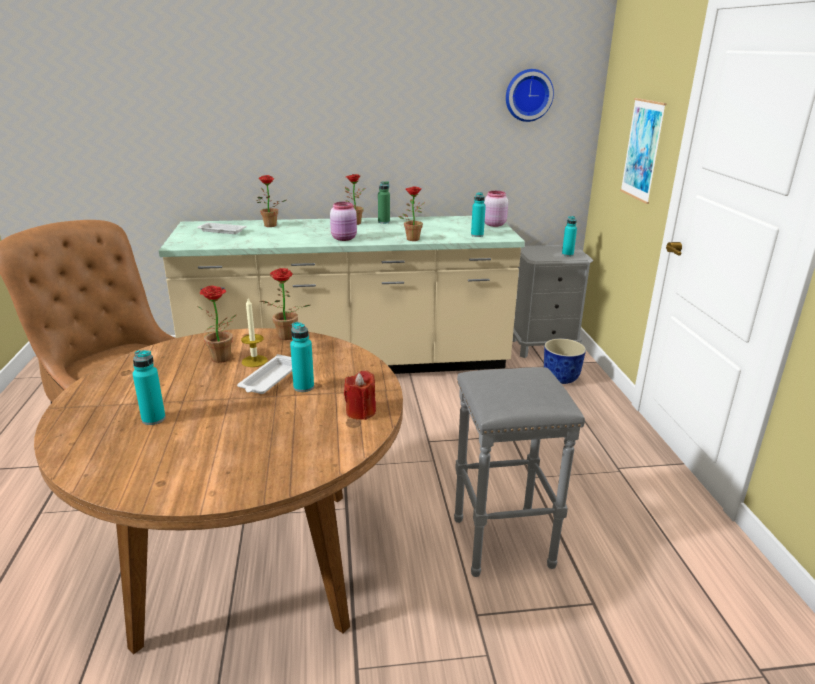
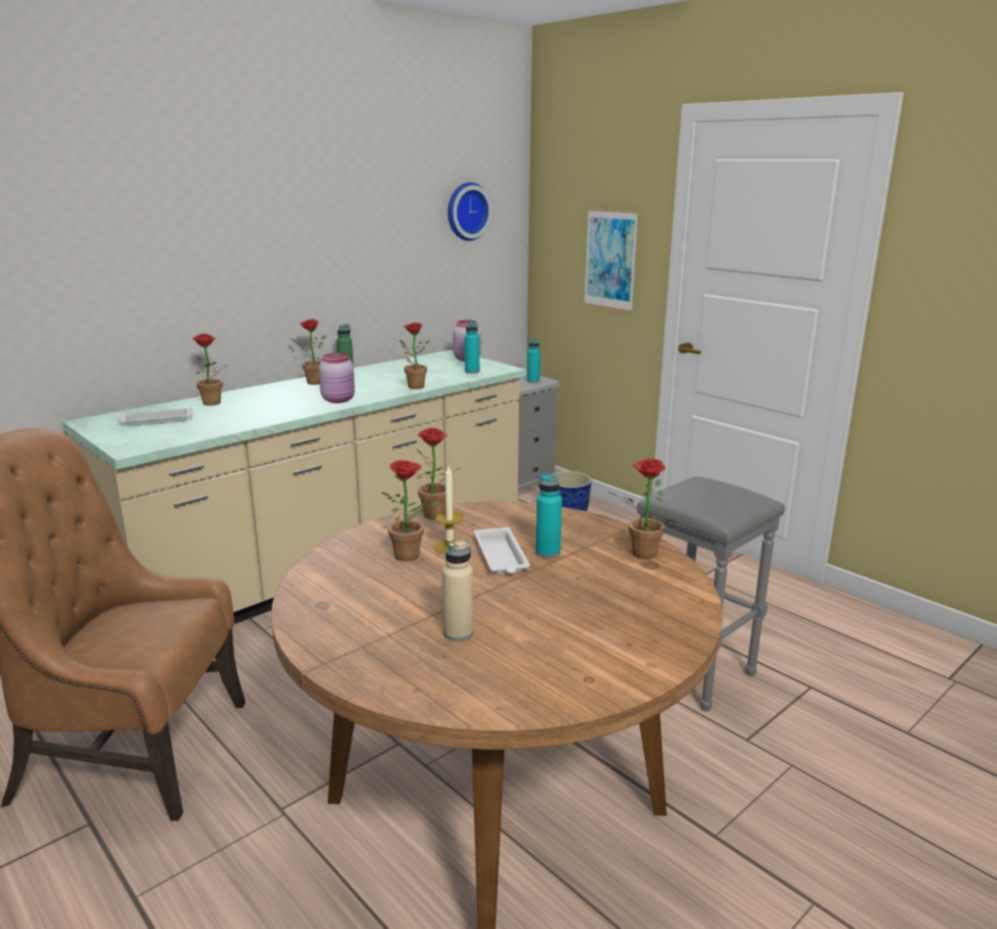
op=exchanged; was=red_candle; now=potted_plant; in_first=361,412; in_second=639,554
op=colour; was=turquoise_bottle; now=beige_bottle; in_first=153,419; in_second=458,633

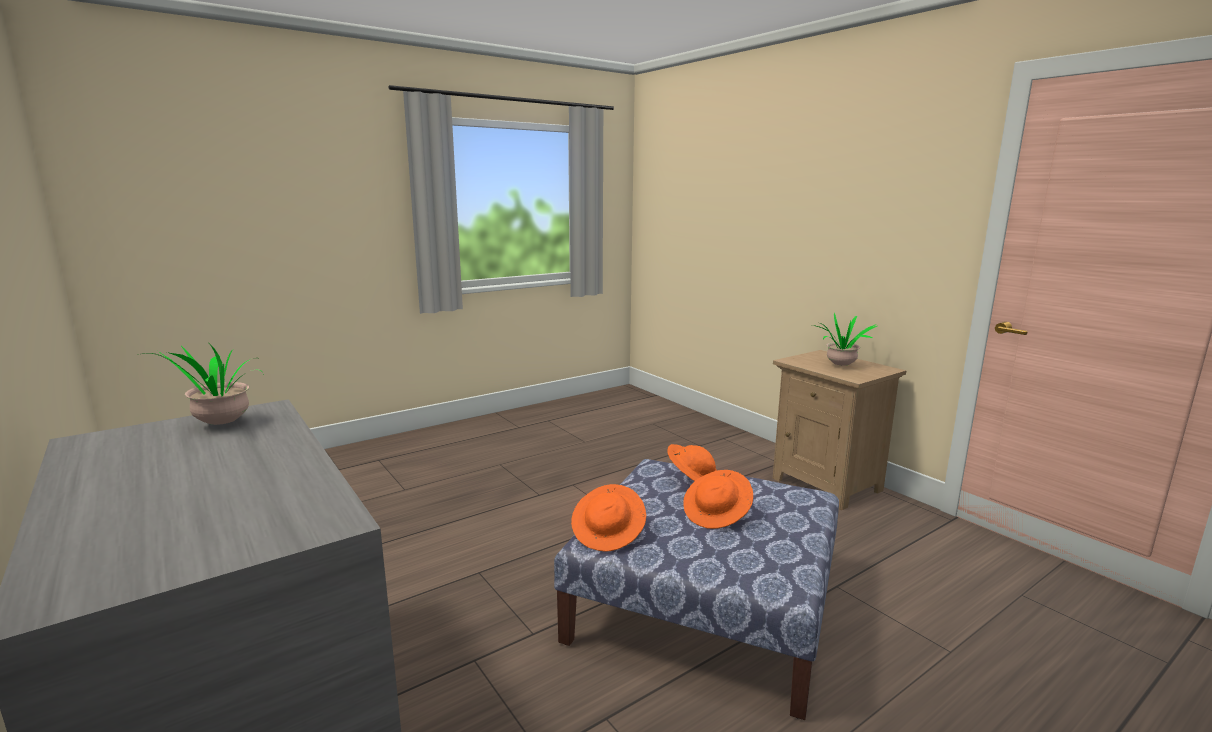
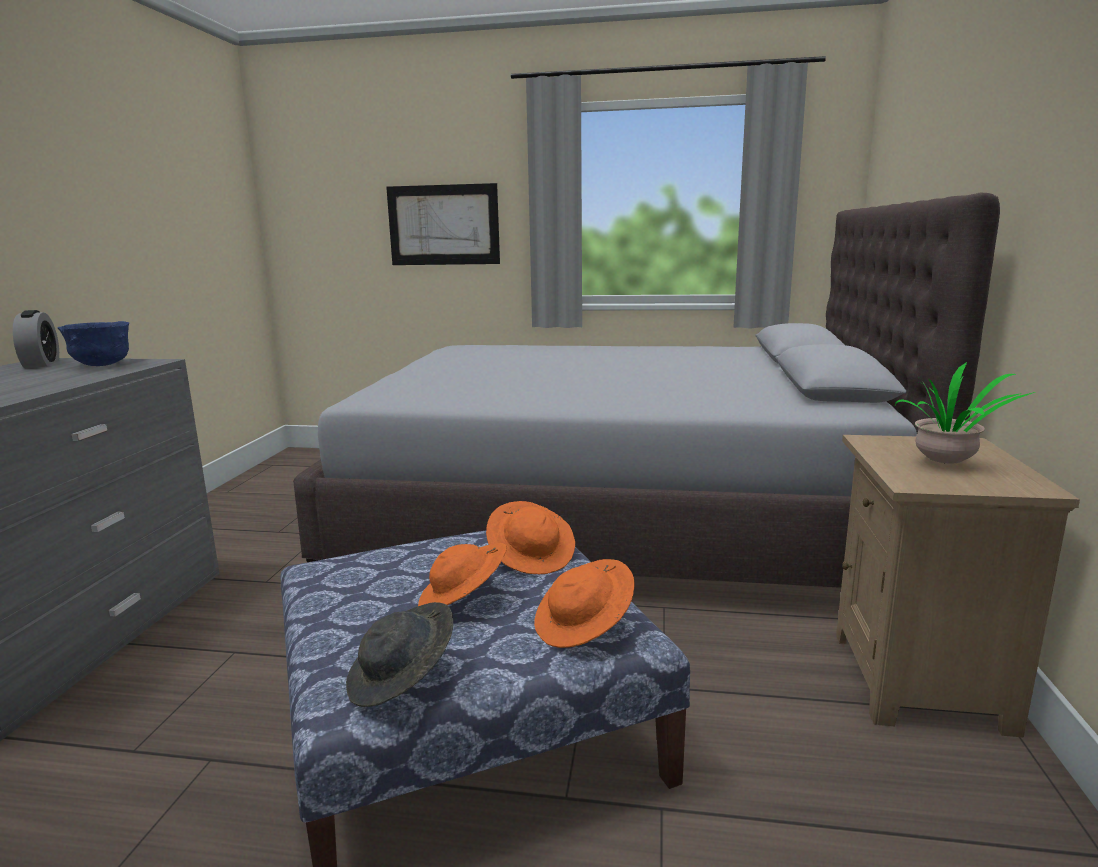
op=appeared; now=alarm_clock; in_second=41,364
op=appeared; now=grey_bed; in_second=617,518
op=appeared; now=grey_hat; in_second=402,679
op=appeared; now=picture; in_second=443,225
op=relocated; was=orange_hat; in_first=609,533; in_second=584,626
op=exchanged; was=potted_plant; now=blue_bowl; in_first=218,425; in_second=101,365

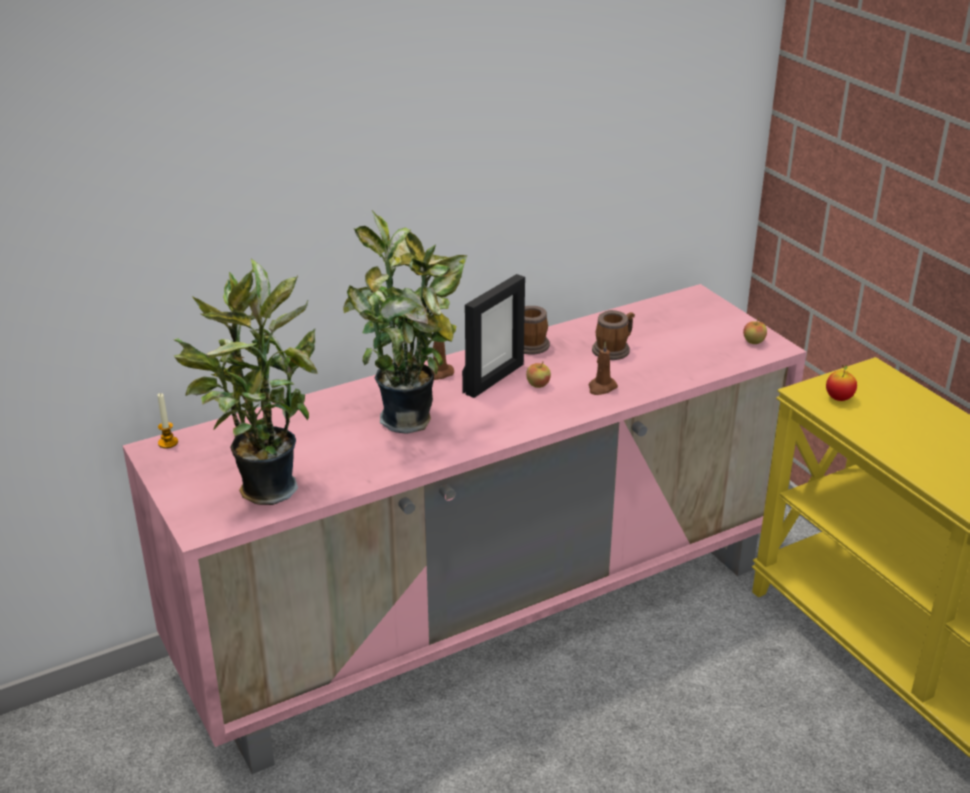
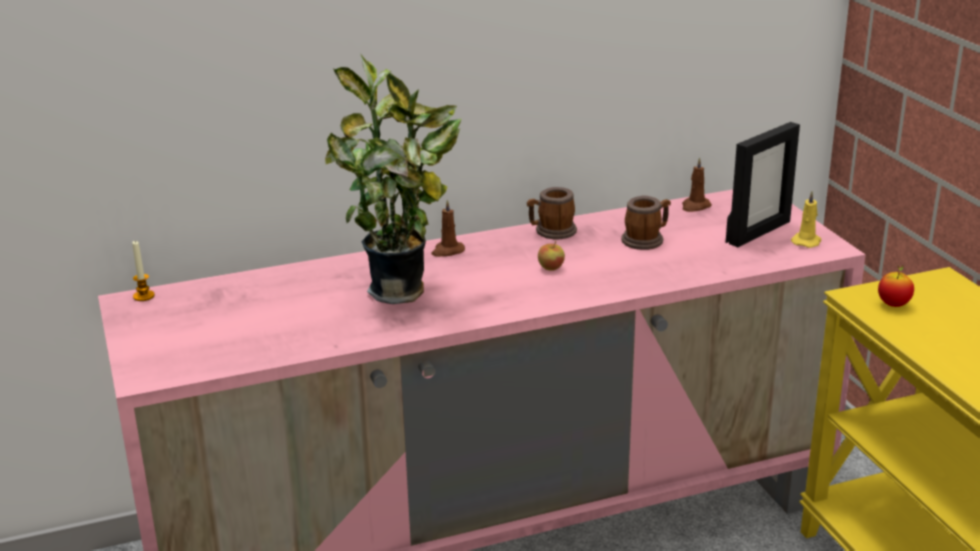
op=missing; was=potted_plant; in_first=262,488
op=relocated; was=picture_frame; in_first=493,378; in_second=758,232
op=relocated; was=brown_candle; in_first=601,388; in_second=695,206
op=exchanged; was=apple; now=yellow_candle; in_first=753,342; in_second=806,241

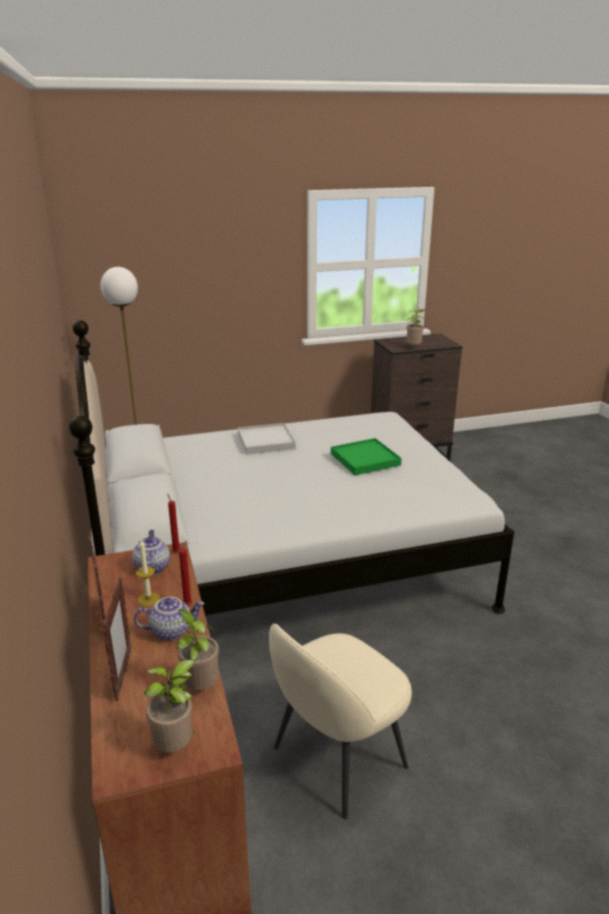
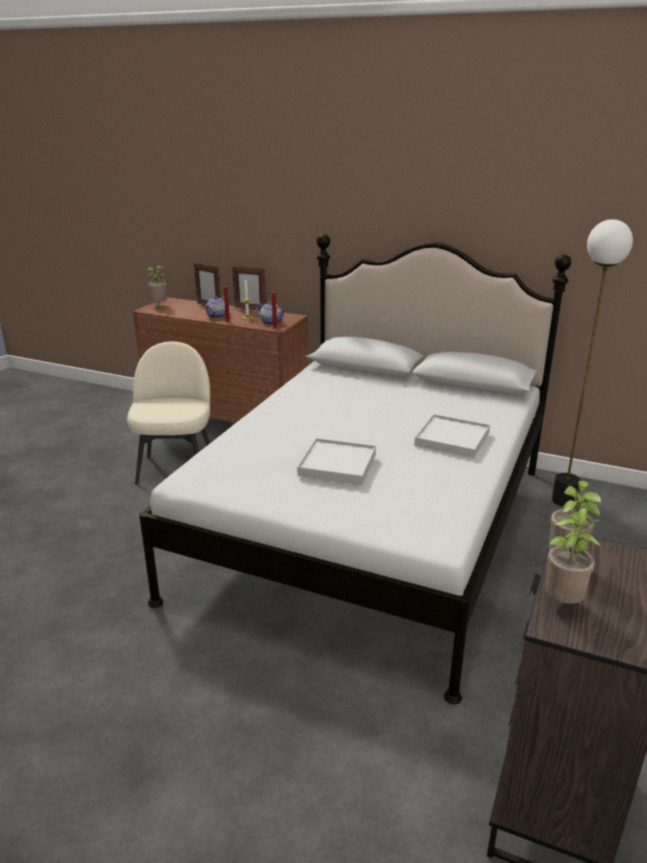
op=relocated; was=potted_plant; in_first=198,689; in_second=563,603
op=colour; was=green_tray; now=white_tray; in_first=365,459; in_second=337,464

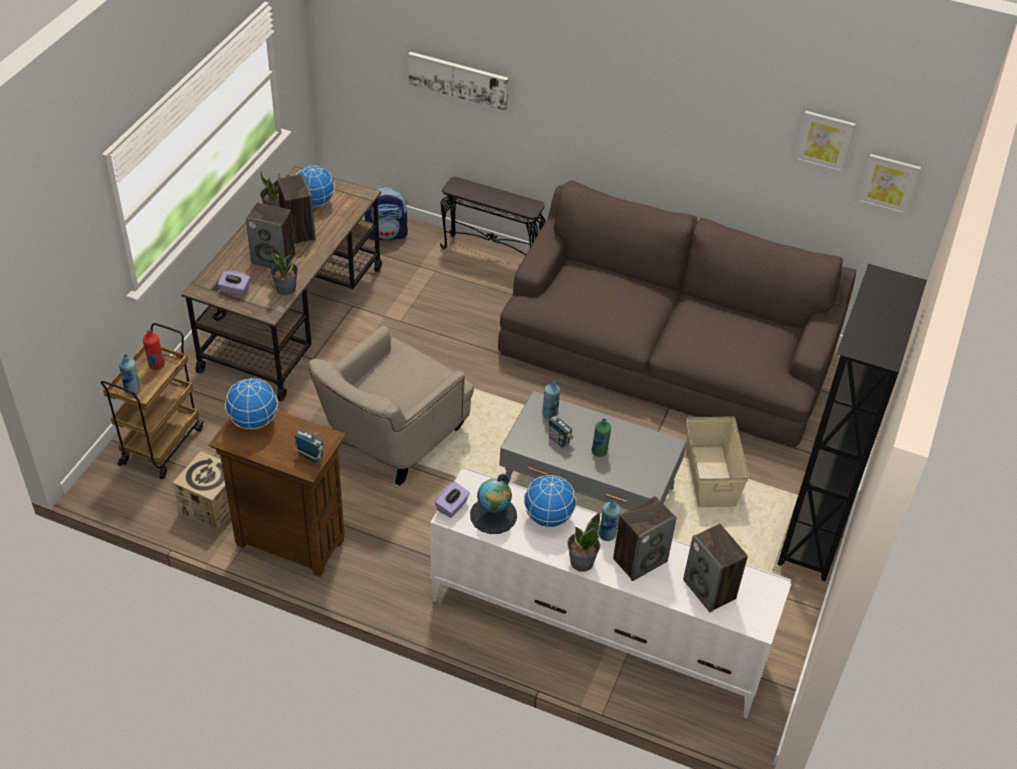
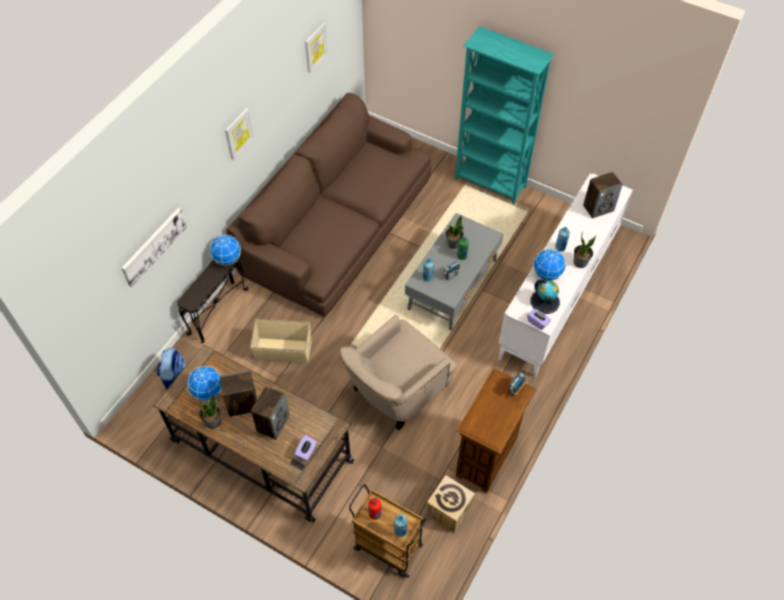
op=missing; was=speaker; in_first=640,560
op=relocated; was=globe; in_first=253,421; in_second=228,259
op=relocated; was=potted_plant; in_first=286,288; in_second=453,244
op=relocated; was=beige_storage_box; in_first=710,477; in_second=283,350
op=relocated; was=picture; in_first=888,183; in_second=238,133
op=colour; was=black_bookcase; now=turquoise_bookcase; in_first=813,530; in_second=490,183
op=spun; was=beige_armchair; in_first=392,438; in_second=397,390; clockwise=90

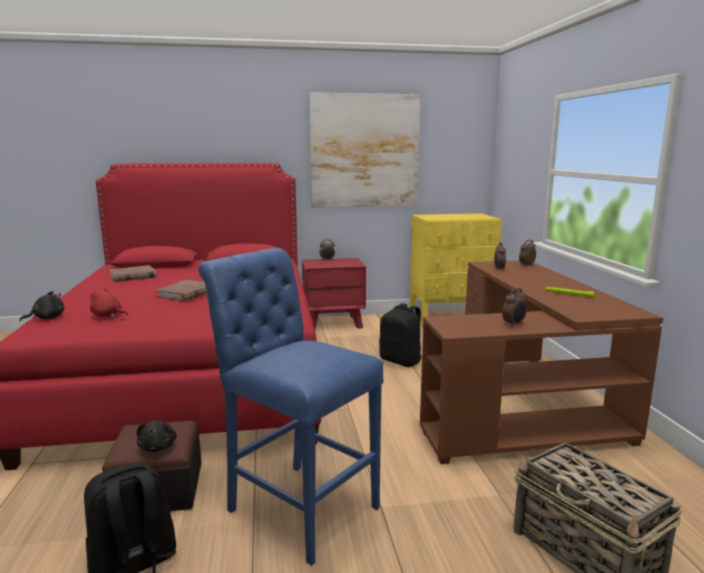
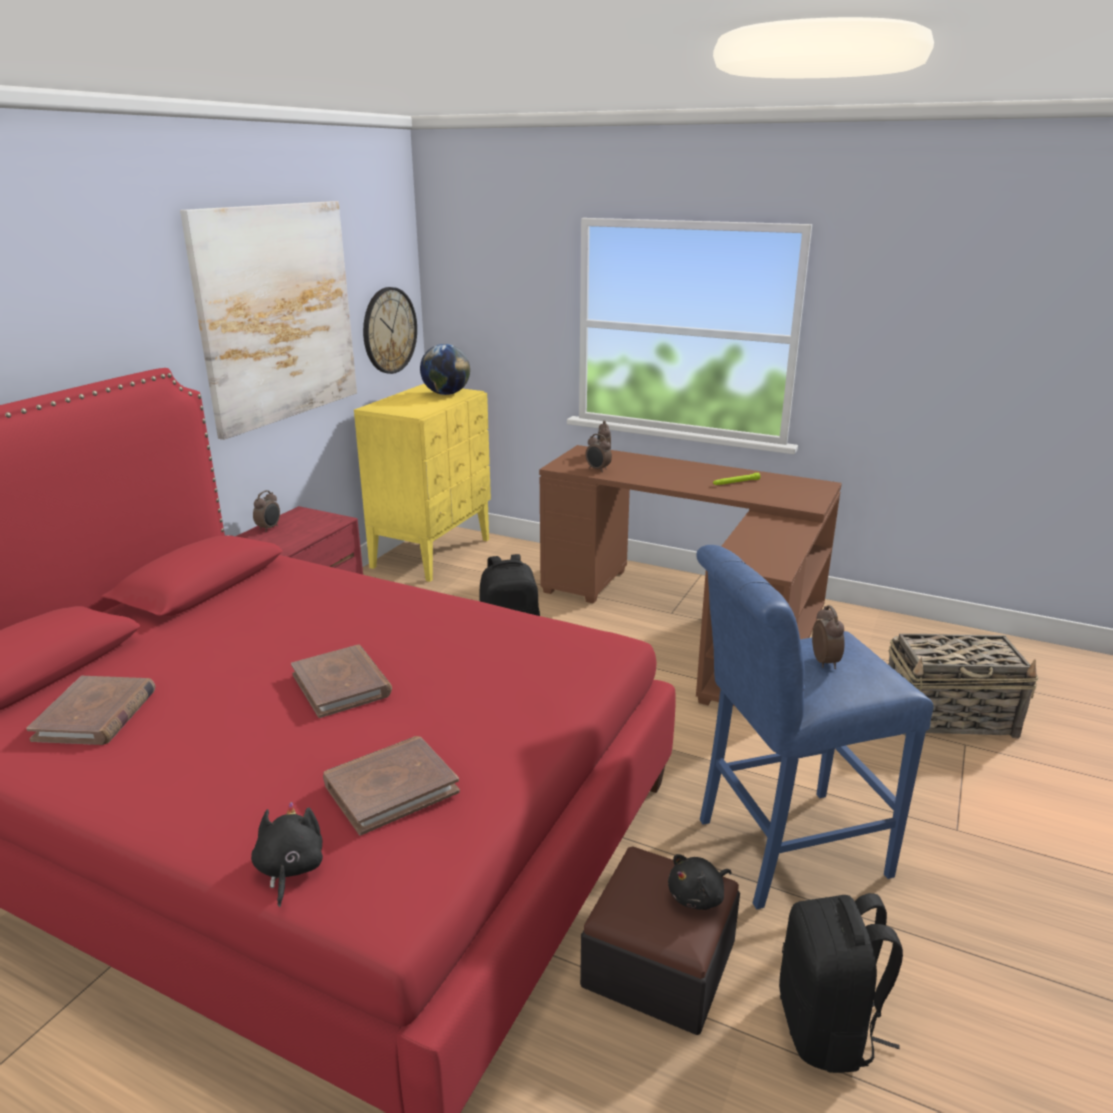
op=appeared; now=wall_clock; in_second=389,330
op=appeared; now=globe; in_second=446,394
op=relocated; was=alarm_clock; in_first=514,324; in_second=825,662
op=exchanged; was=red_plush_toy; now=brown_book; in_first=108,316; in_second=391,788
op=spun; was=black_plush_toy; in_first=158,447; in_second=698,896; clockwise=120

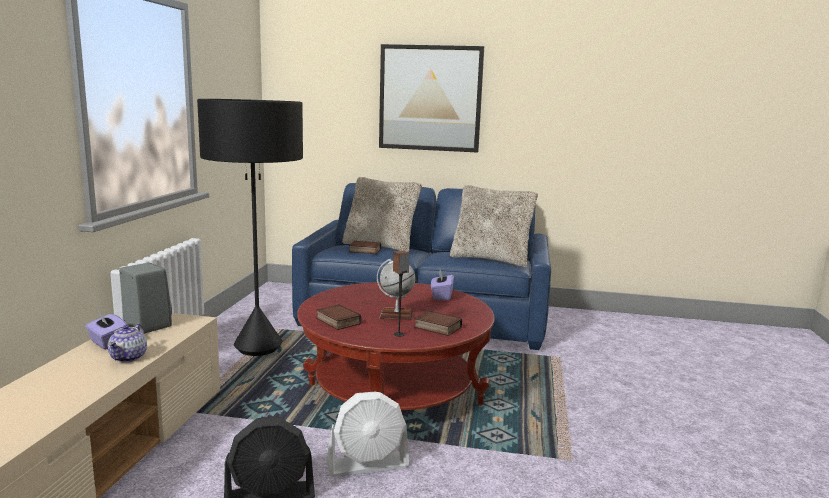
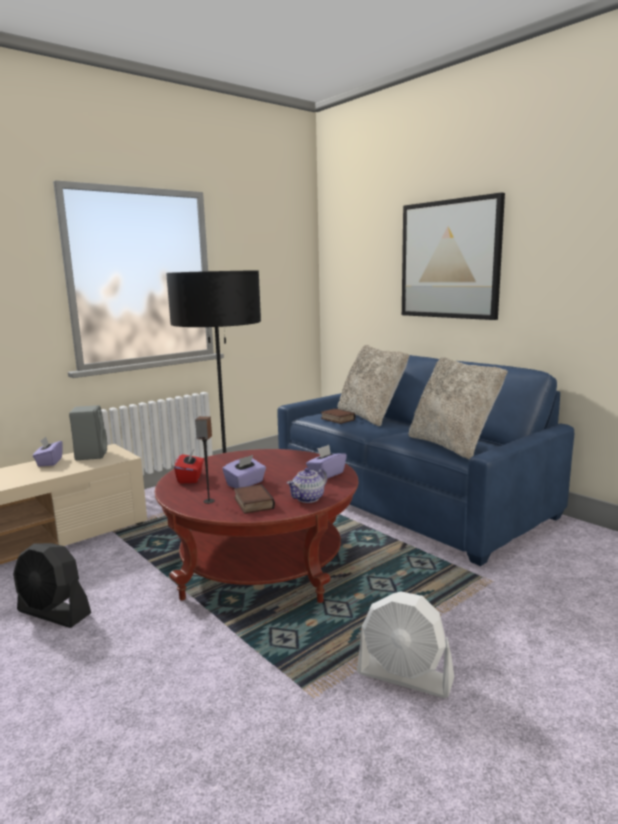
op=relocated; was=teapot; in_first=129,357; in_second=308,498
op=relocated; was=white_fan; in_first=368,464; in_second=405,676
op=exchanged; was=book; now=red_tissue_box; in_first=336,321; in_second=190,478
op=exchanged; was=globe; now=purple_tissue_box; in_first=396,315; in_second=245,484

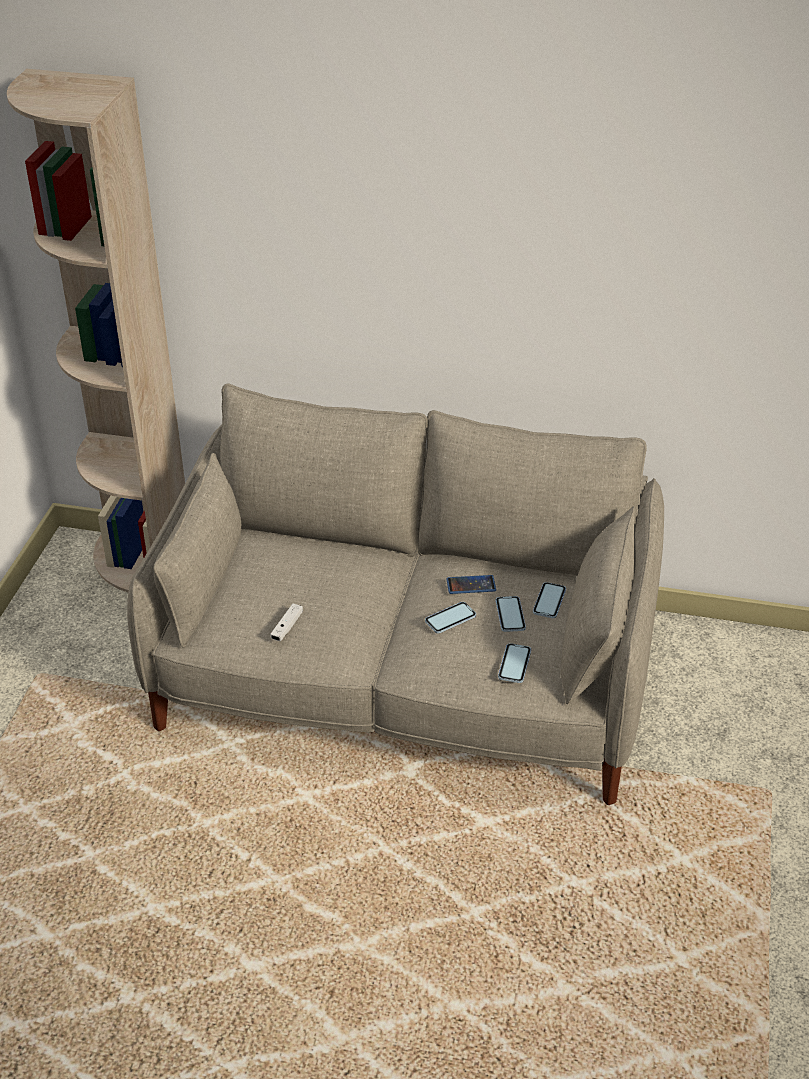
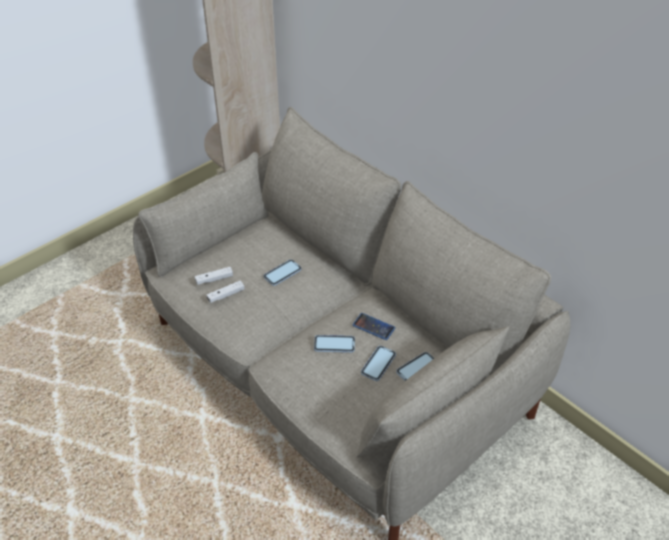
op=appeared; now=white_game_controller; in_second=214,279
op=relocated; was=phone; in_first=514,664; in_second=282,273

